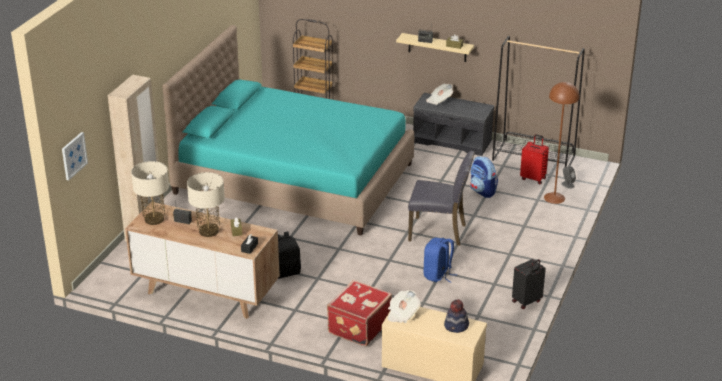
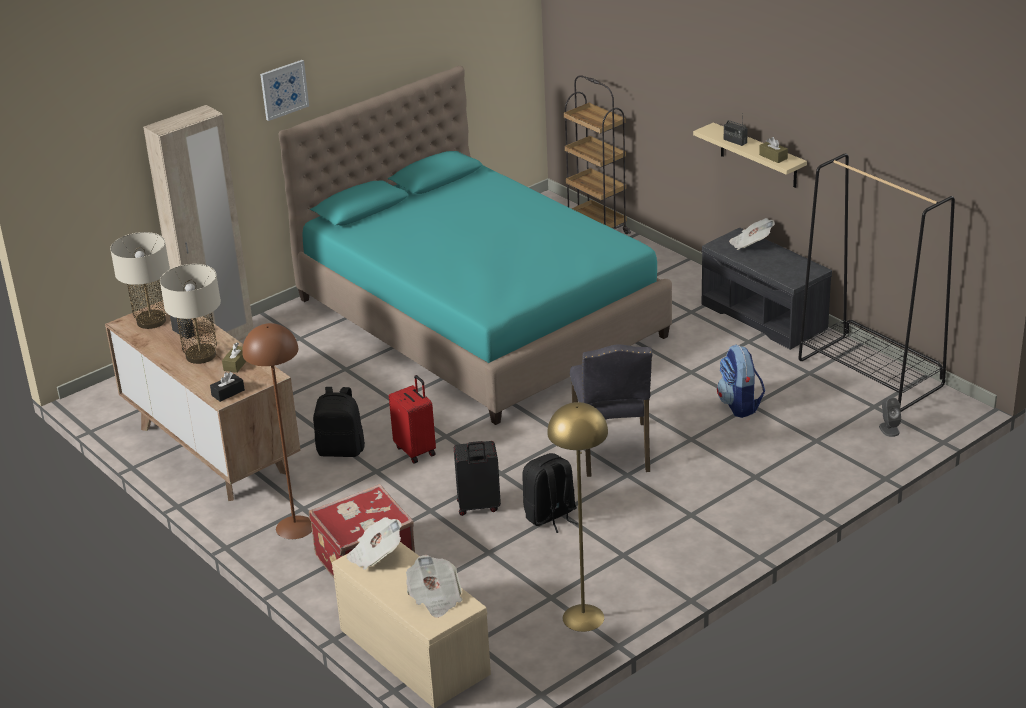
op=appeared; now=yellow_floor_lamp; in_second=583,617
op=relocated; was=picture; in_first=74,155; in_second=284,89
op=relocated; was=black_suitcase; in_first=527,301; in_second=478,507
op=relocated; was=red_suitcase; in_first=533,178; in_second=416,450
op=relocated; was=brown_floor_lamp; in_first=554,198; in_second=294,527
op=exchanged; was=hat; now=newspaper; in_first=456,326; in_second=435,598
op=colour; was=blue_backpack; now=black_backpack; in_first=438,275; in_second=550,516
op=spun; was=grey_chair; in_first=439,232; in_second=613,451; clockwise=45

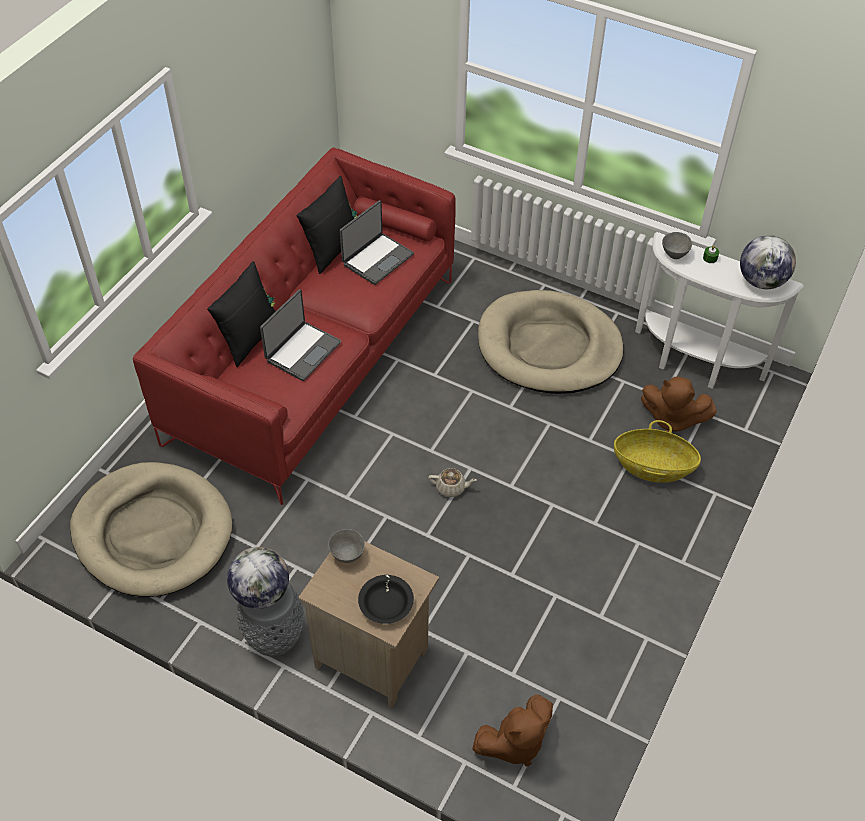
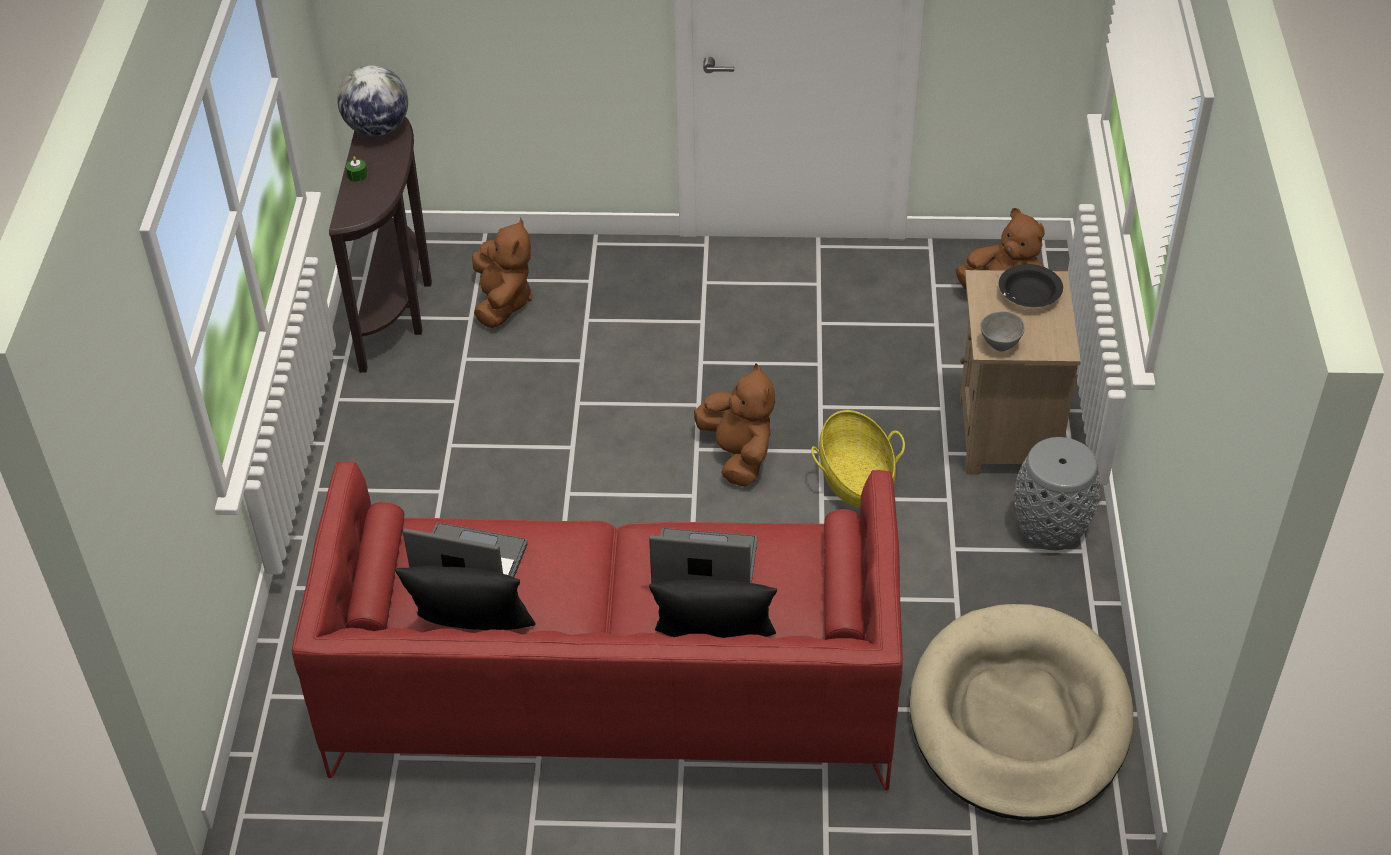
op=missing; was=globe; in_first=261,593
op=missing; was=beige_dog_bed; in_first=549,347
op=missing; was=grey_bowl; in_first=674,254
op=relocated; was=basket; in_first=653,466; in_second=855,478
op=exchanged; was=beige_teapot; now=brown_plush_toy; in_first=451,487; in_second=738,455
op=colour; was=white_console_table; now=brown_console_table; in_first=694,365; in_second=399,306

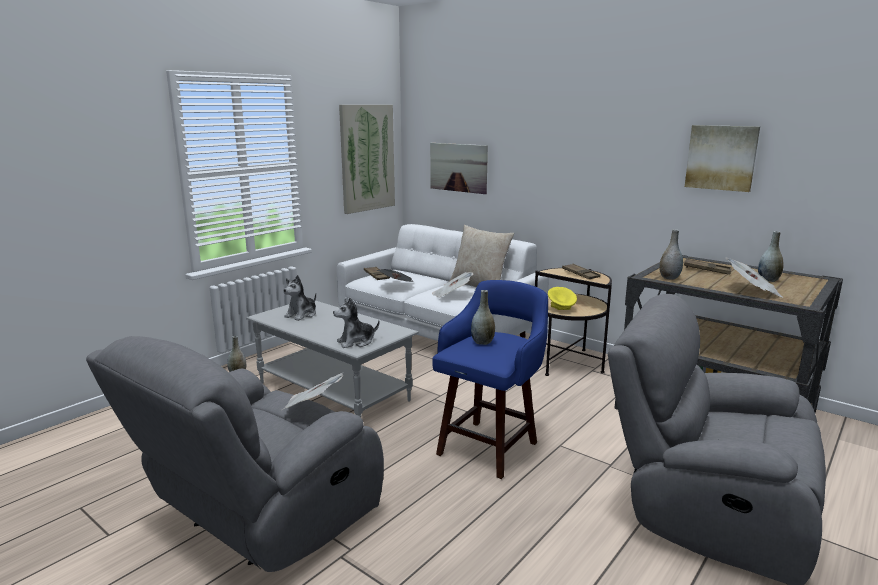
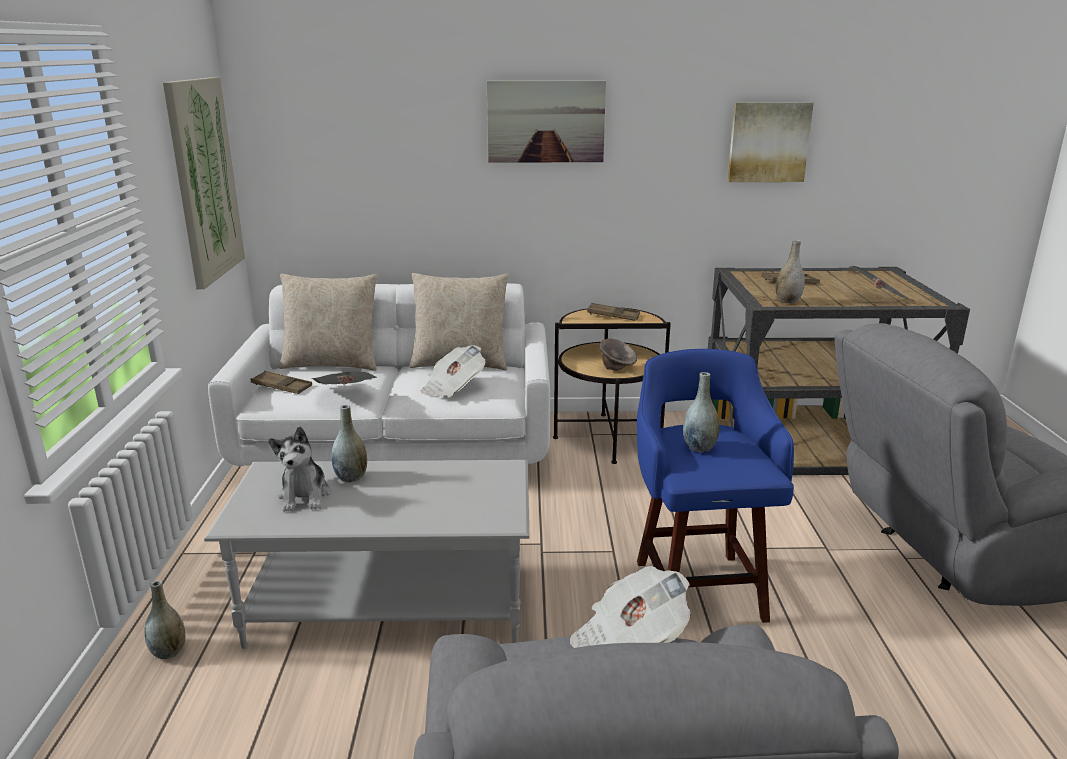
op=missing; was=plush_toy; in_first=356,342
op=appeared; now=beige_pillow; in_second=332,364
op=relocated; was=picture; in_first=458,167; in_second=545,121
op=relocated; was=grey_vase; in_first=768,280; in_second=351,477
op=colour; was=yellow_bowl; now=grey_bowl; in_first=561,309; in_second=617,369

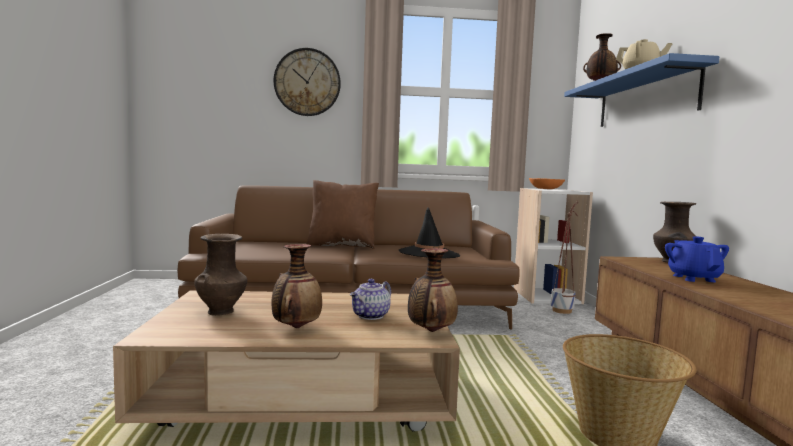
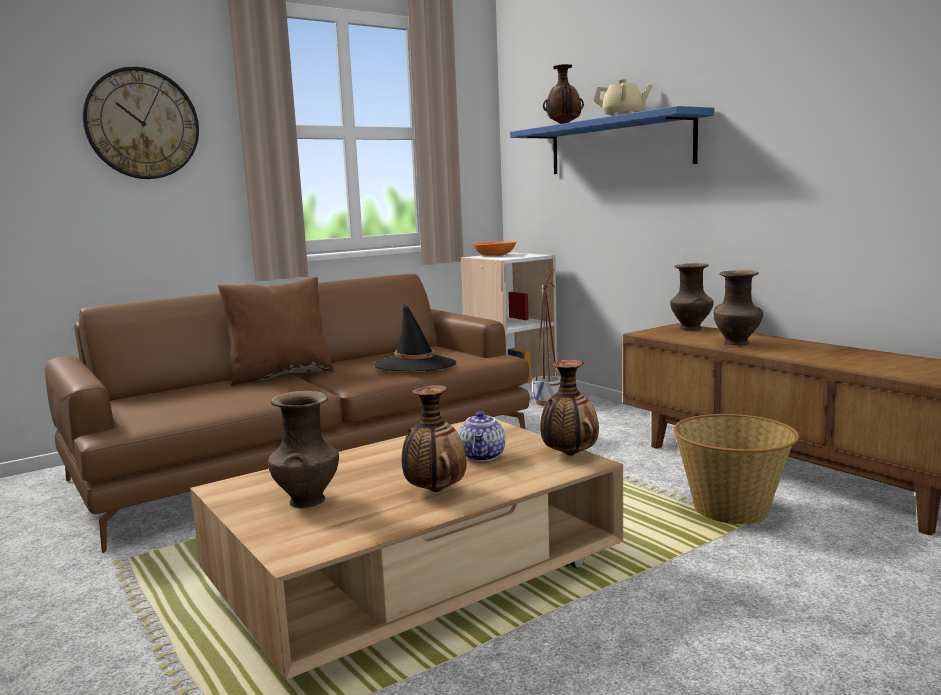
op=exchanged; was=blue_teapot; now=brown_vase; in_first=693,278; in_second=737,343

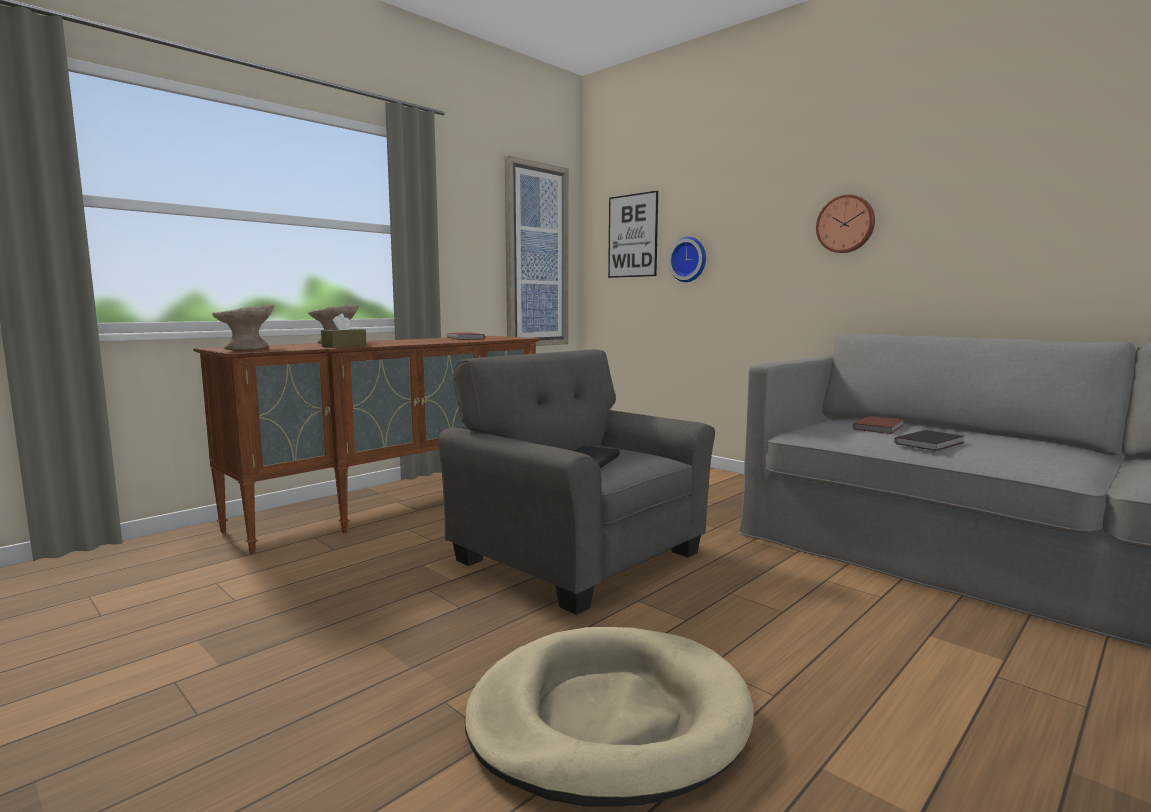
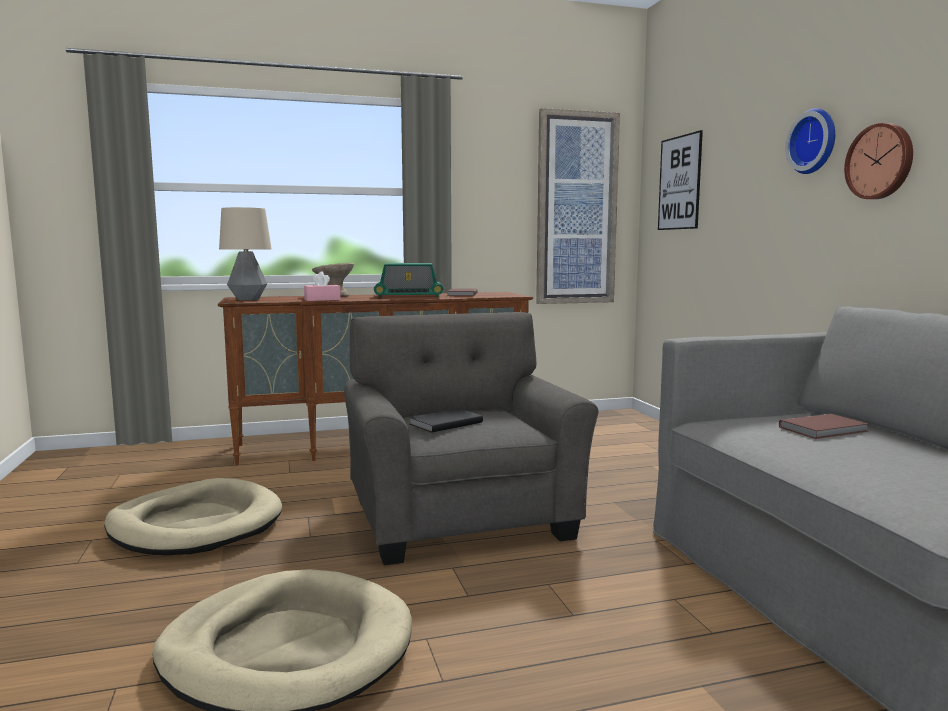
op=missing; was=black_book; in_first=931,443
op=appeared; now=beige_dog_bed; in_second=196,524
op=appeared; now=radio; in_second=408,296
op=relocated; was=wall_clock; in_first=689,259; in_second=815,141
op=exchanged; was=beige_bowl; now=table_lamp; in_first=247,349; in_second=248,299
op=colour; was=brown_tissue_box; now=pink_tissue_box; in_first=344,346; in_second=322,300

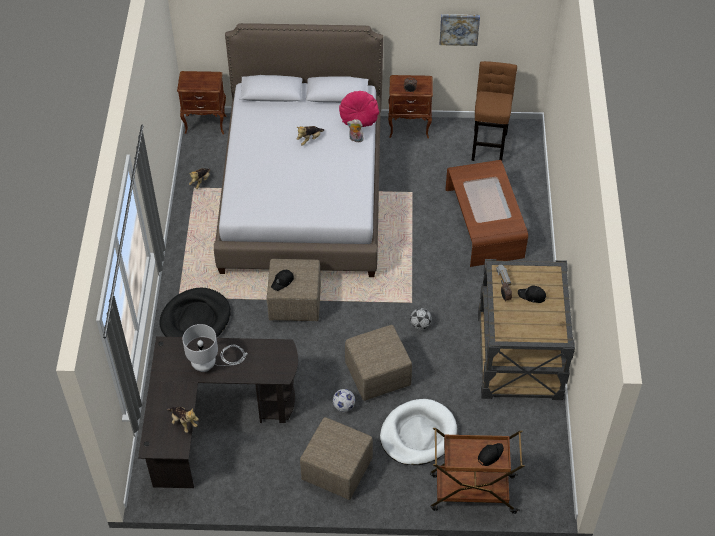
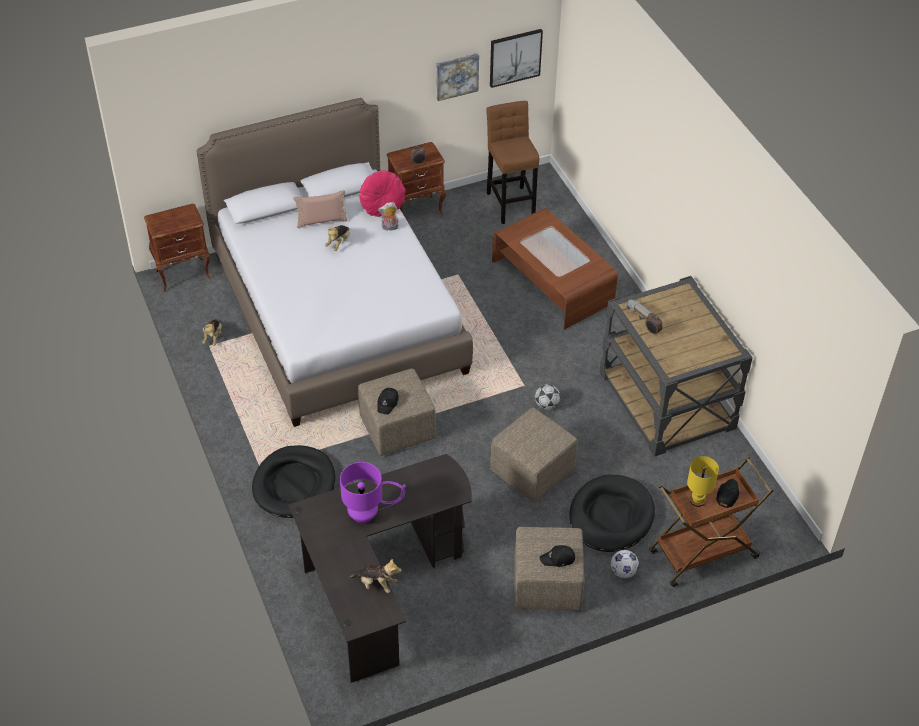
op=appeared; now=beige_pillow; in_second=321,221
op=appeared; now=picture; in_second=515,57
op=appeared; now=yellow_table_lamp; in_second=697,500
op=relocated; was=football; in_first=344,406; in_second=623,572
op=relocated; was=black_cap; in_first=532,296; in_second=558,559
op=colour; was=grey_table_lamp; now=purple_table_lamp; in_first=215,361; in_second=373,506
op=colour; was=white_dog_bed; now=black_dog_bed; in_first=418,434; in_second=611,516

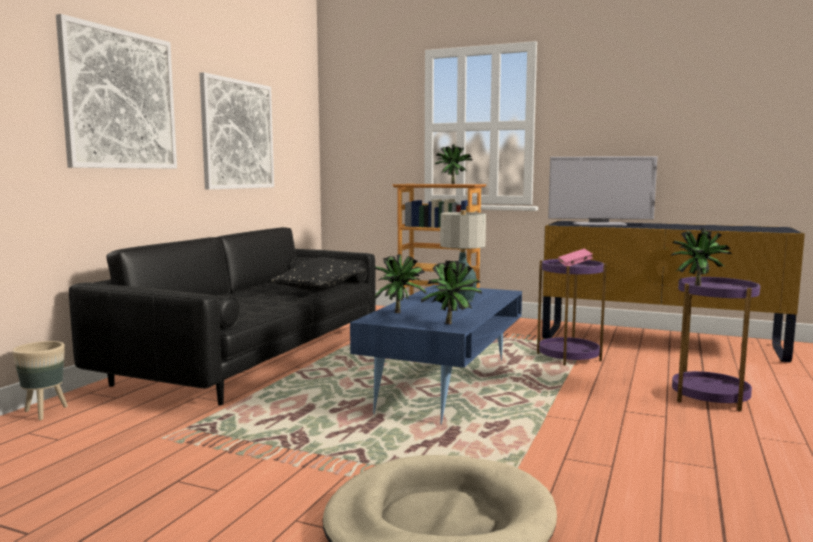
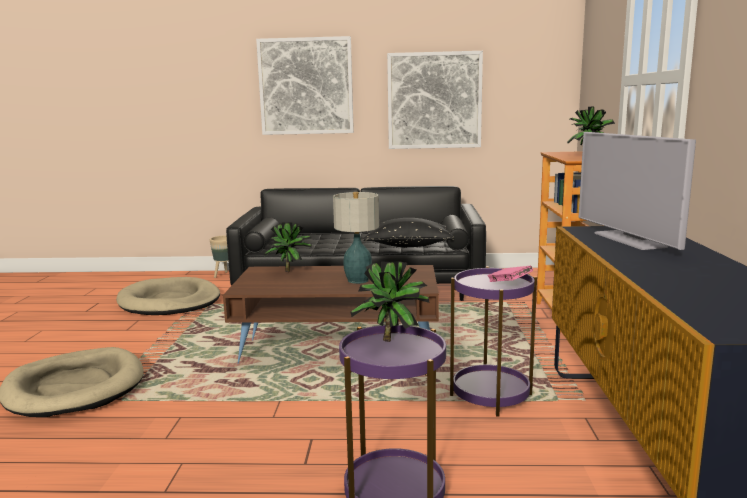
op=missing; was=potted_plant; in_first=453,324
op=appeared; now=beige_dog_bed; in_second=169,302
op=colour; was=blue_coffee_table; now=brown_coffee_table; in_first=444,385; in_second=338,352

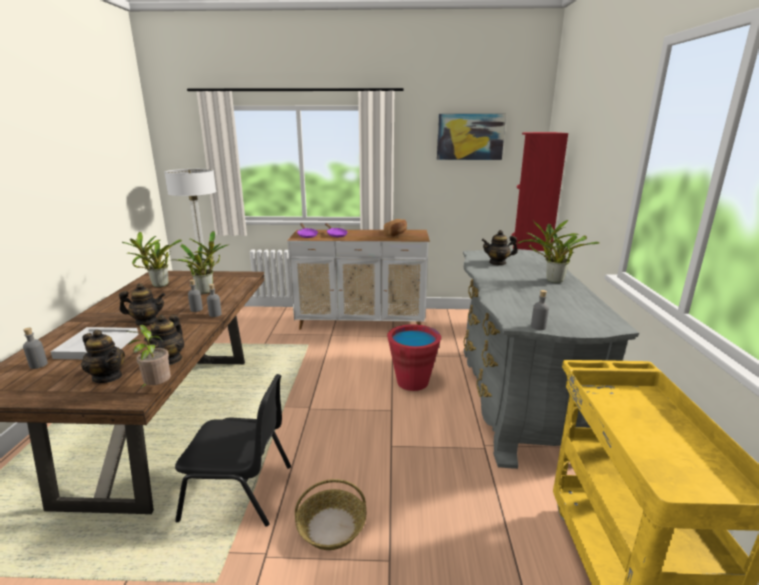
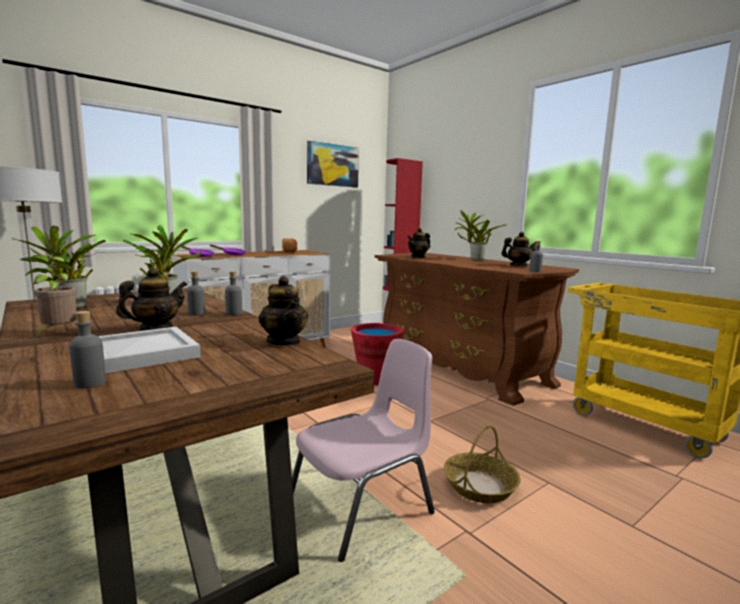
op=relocated; was=teapot; in_first=108,377; in_second=518,266
op=relocated; was=potted_plant; in_first=157,388; in_second=57,333
op=colour; was=black_chair; now=pink_chair; in_first=240,492; in_second=363,505
op=colour; was=grey_dresser; now=brown_dresser; in_first=514,398; in_second=458,368

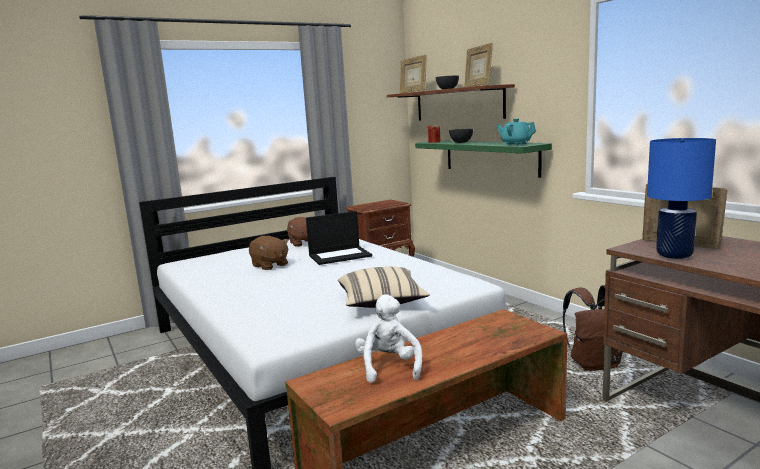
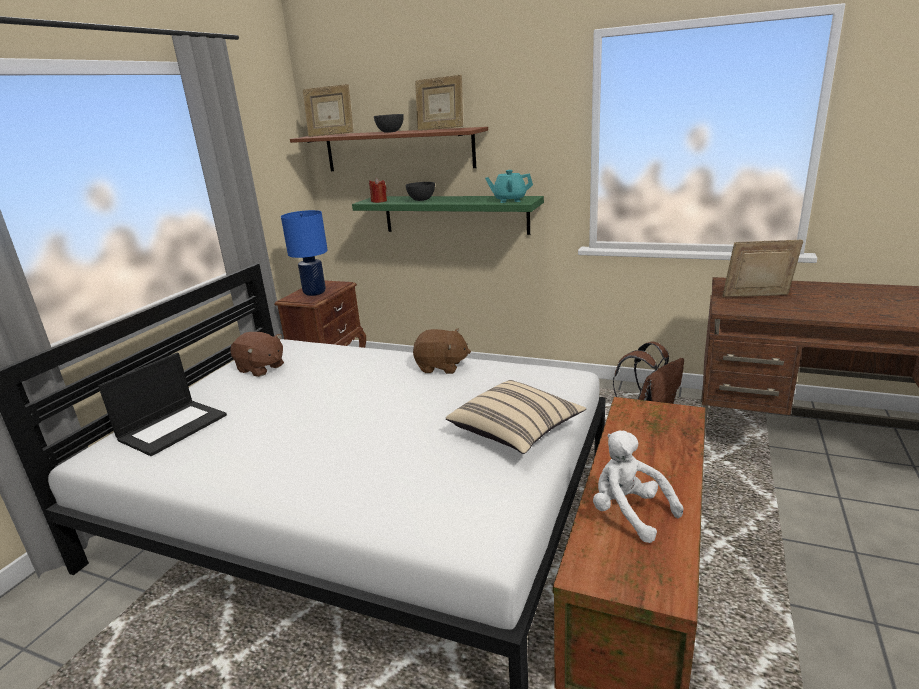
op=relocated; was=brown_plush_toy; in_first=269,265; in_second=441,367
op=relocated; was=laptop; in_first=340,255; in_second=173,427
op=relocated; was=blue_table_lamp; in_first=673,256; in_second=314,294

